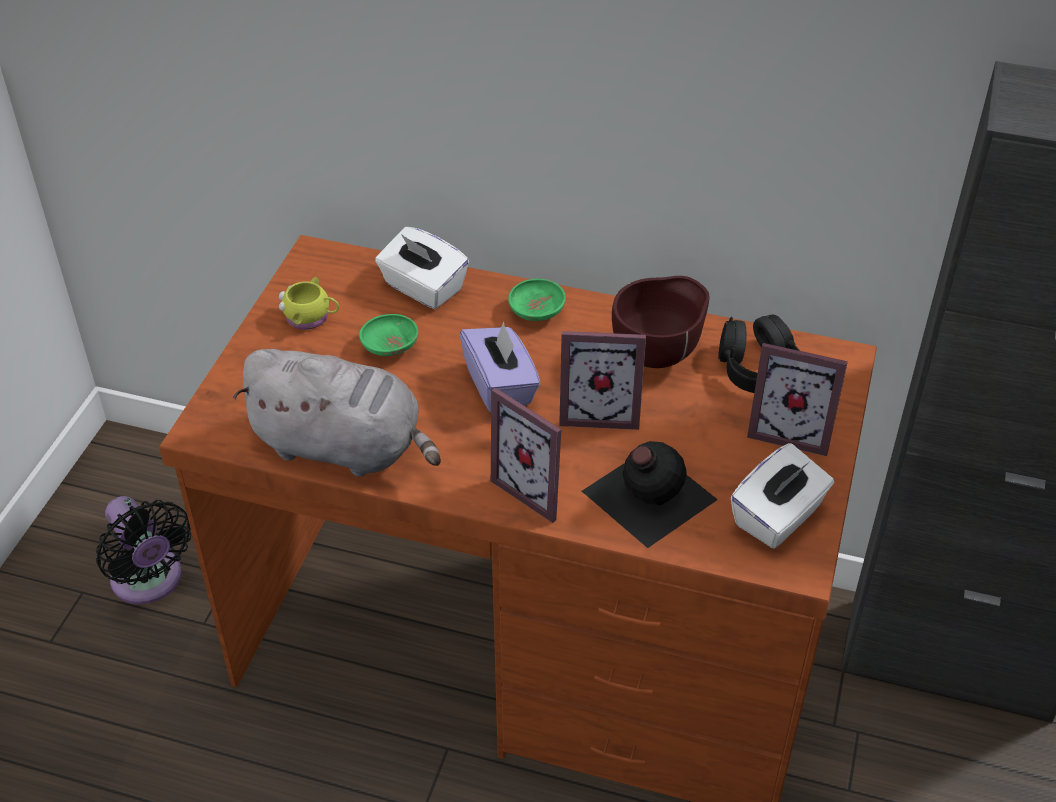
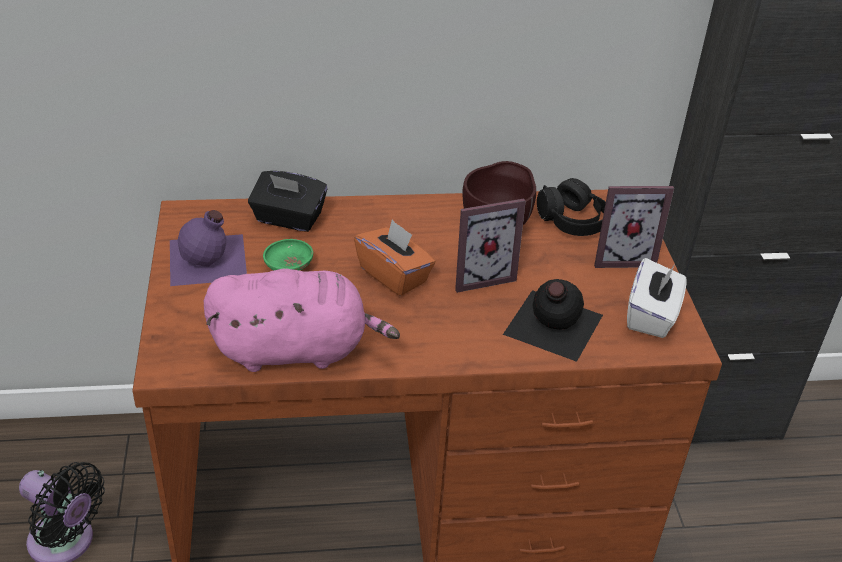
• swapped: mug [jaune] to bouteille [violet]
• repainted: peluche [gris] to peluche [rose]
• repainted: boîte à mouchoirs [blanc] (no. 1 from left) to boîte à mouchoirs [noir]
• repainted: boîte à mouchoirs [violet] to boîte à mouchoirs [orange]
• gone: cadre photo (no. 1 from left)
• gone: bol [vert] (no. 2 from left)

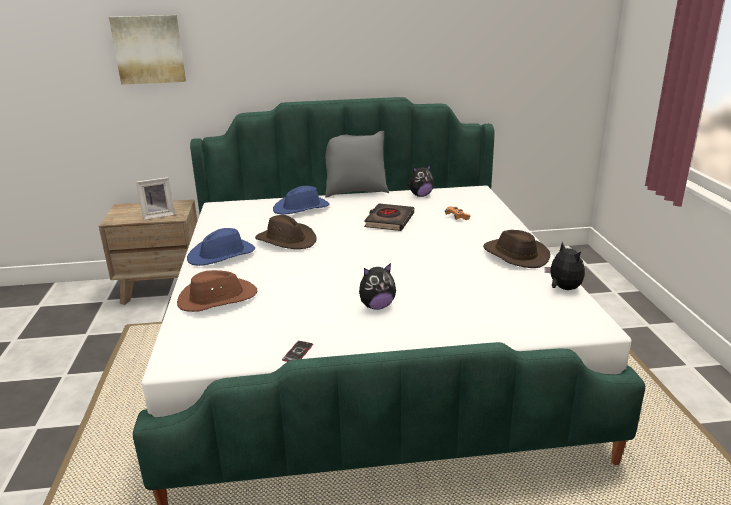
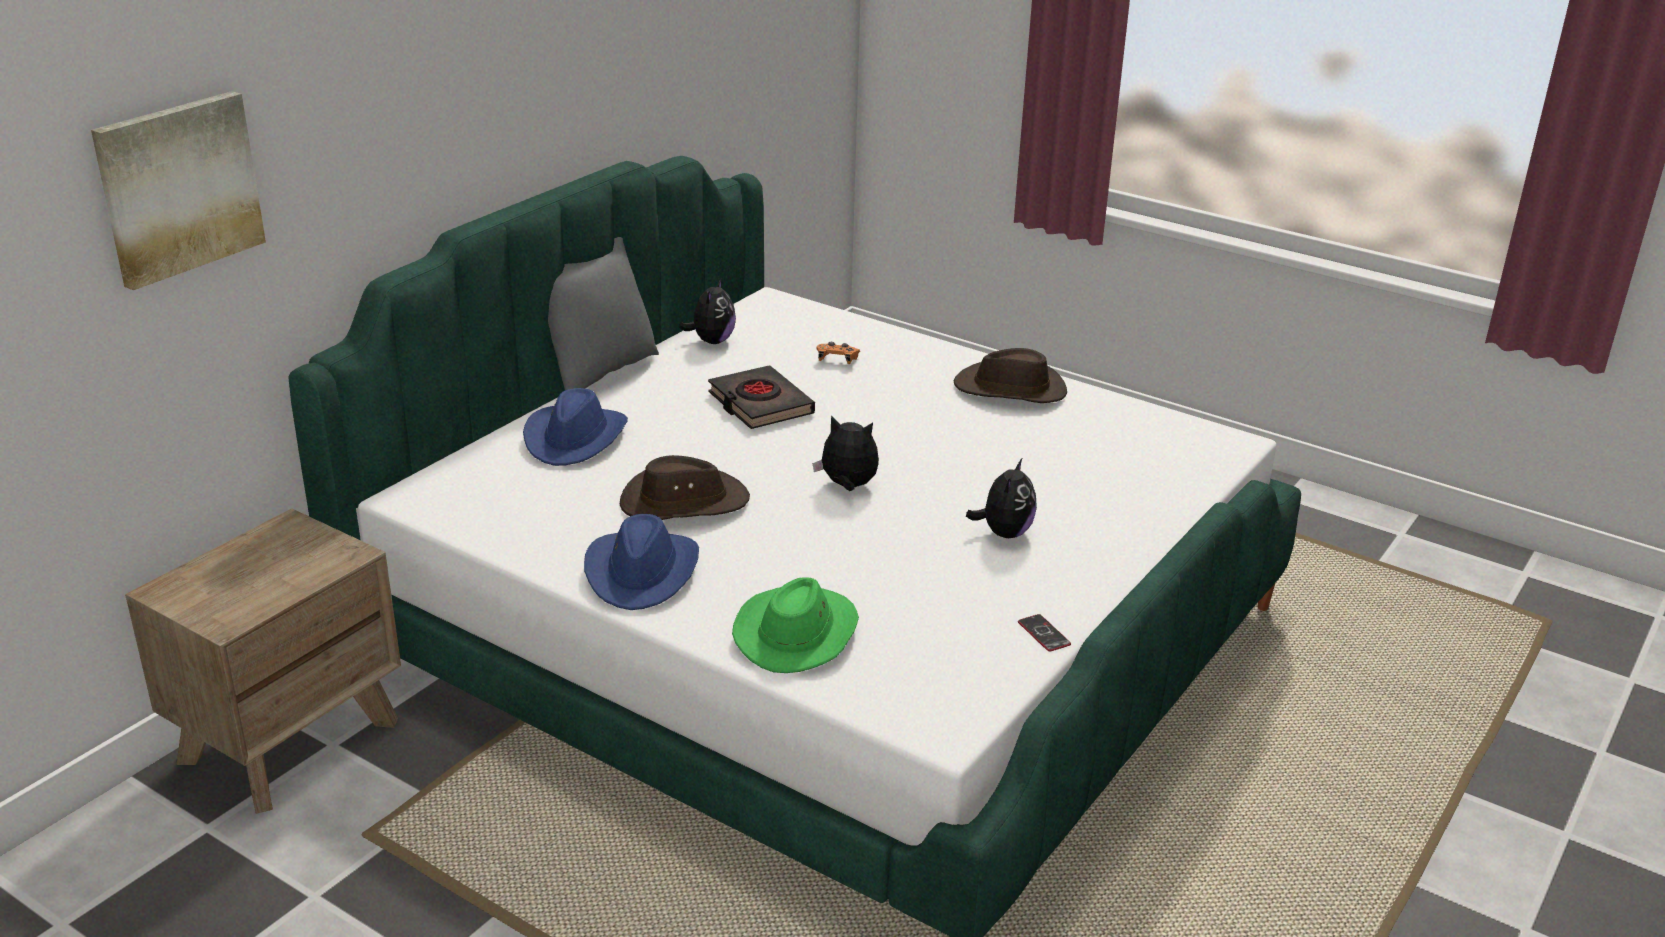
• repainted: chapeau [marron] (no. 1 from left) to chapeau [vert]
• shifted: peluche (no. 3 from left in the first image) to peluche (no. 2 from left)
• gone: cadre photo

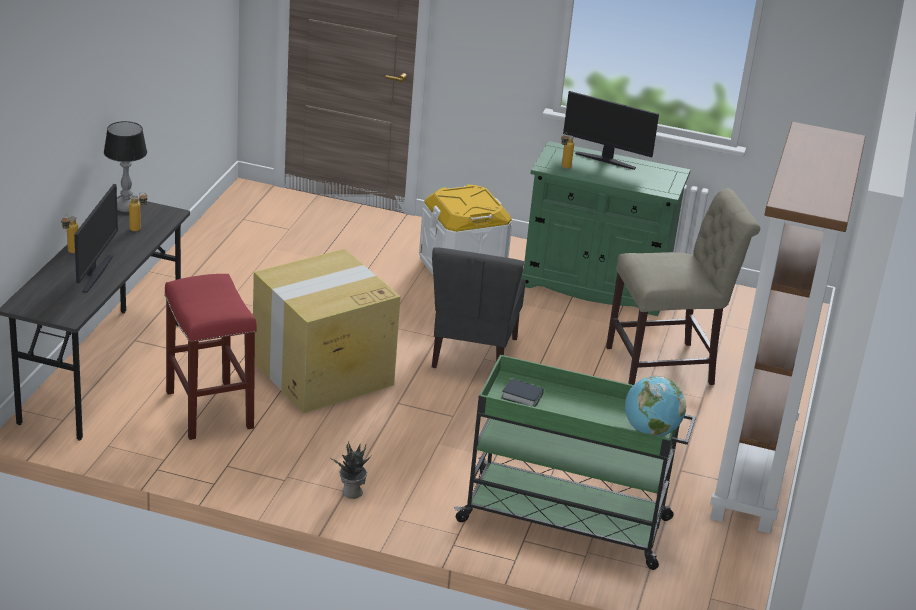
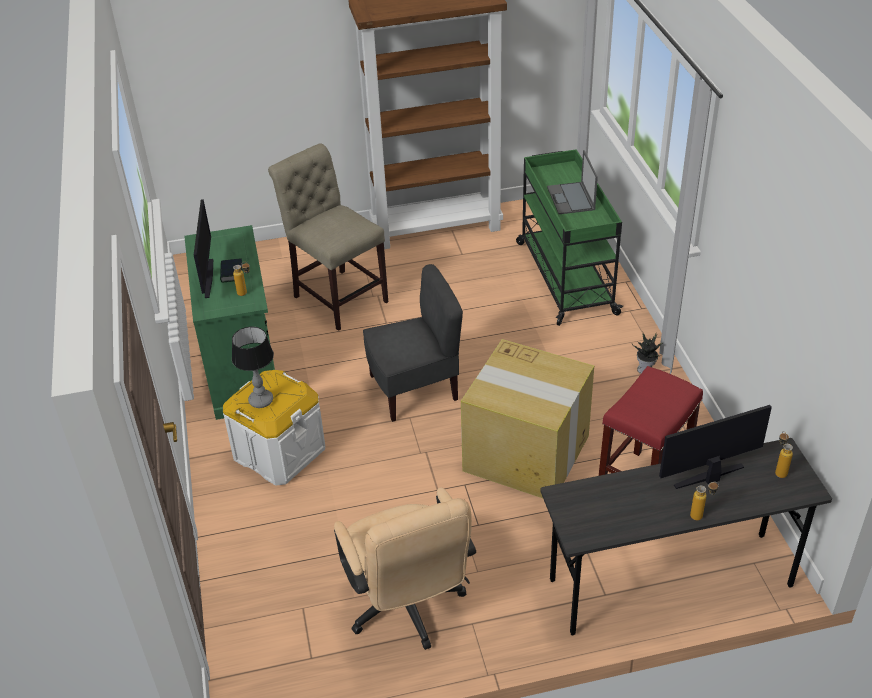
• shifted: livre
• shifted: lampe de table
• new: chaise de bureau [beige]
• new: ordinateur portable
• shifted: bouteille (no. 2 from left in the first image) to bouteille (no. 3 from left)
• gone: globe

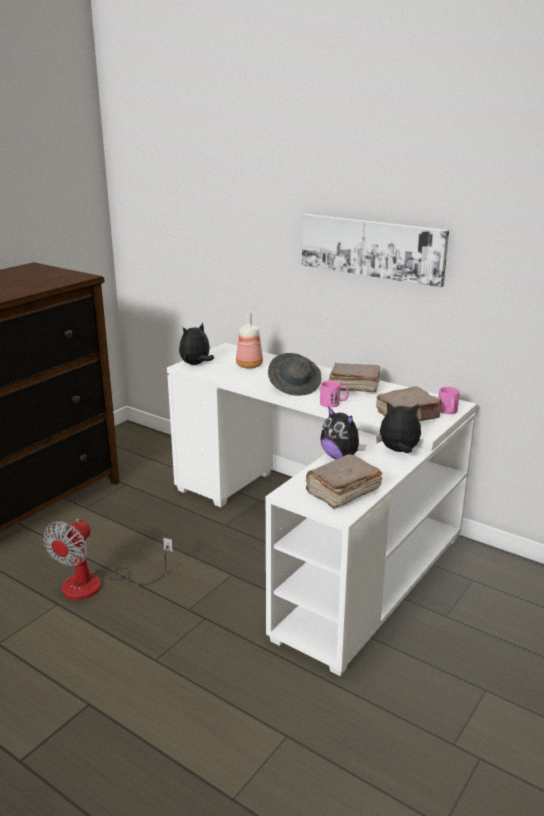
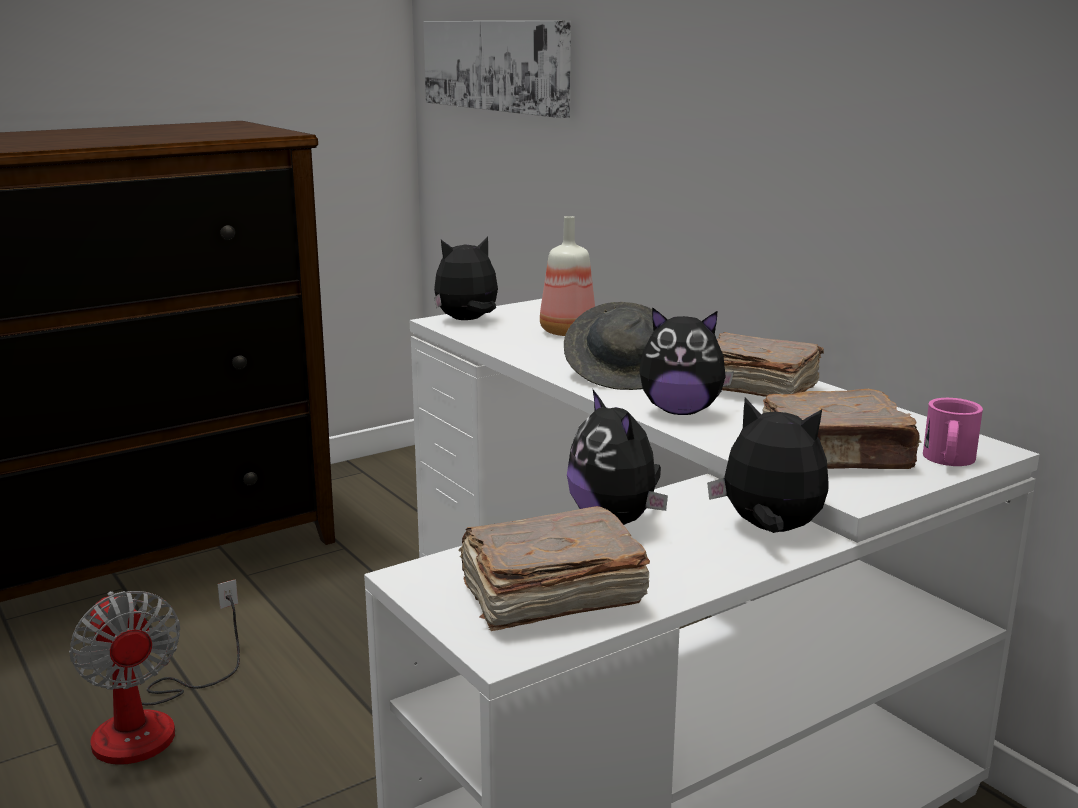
• rotated: ventilateur 75 degrees counterclockwise
• shifted: tableau
• swapped: mug [rose] (no. 1 from left) to peluche (no. 3 from left)

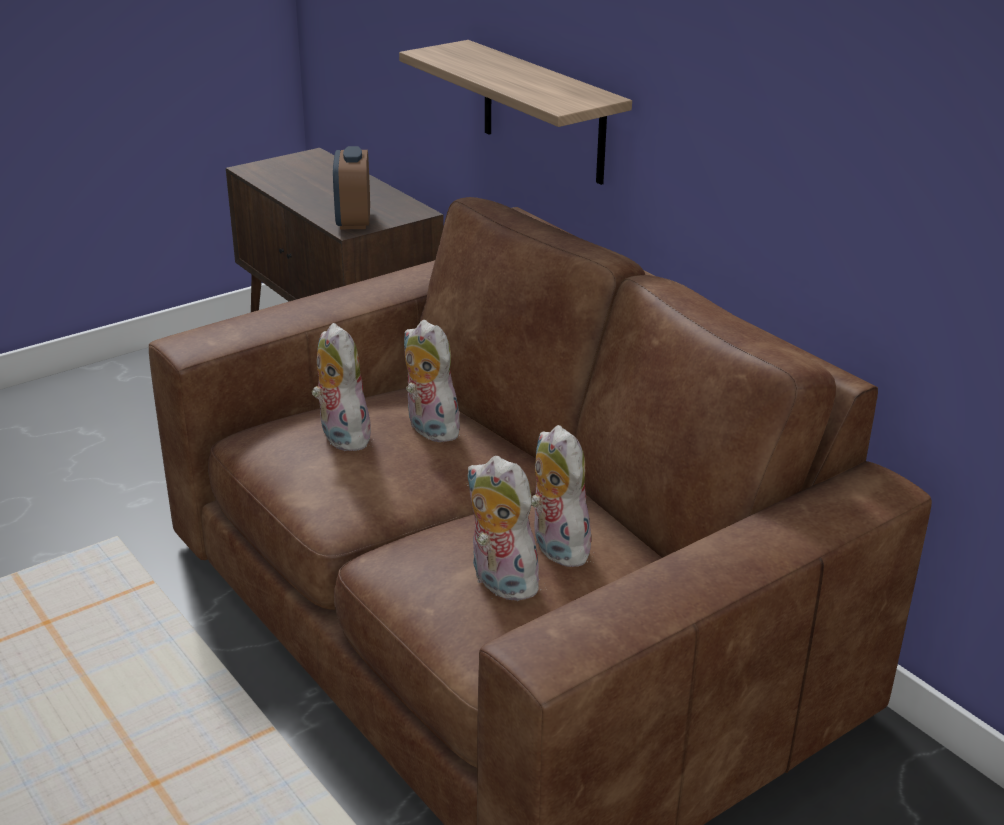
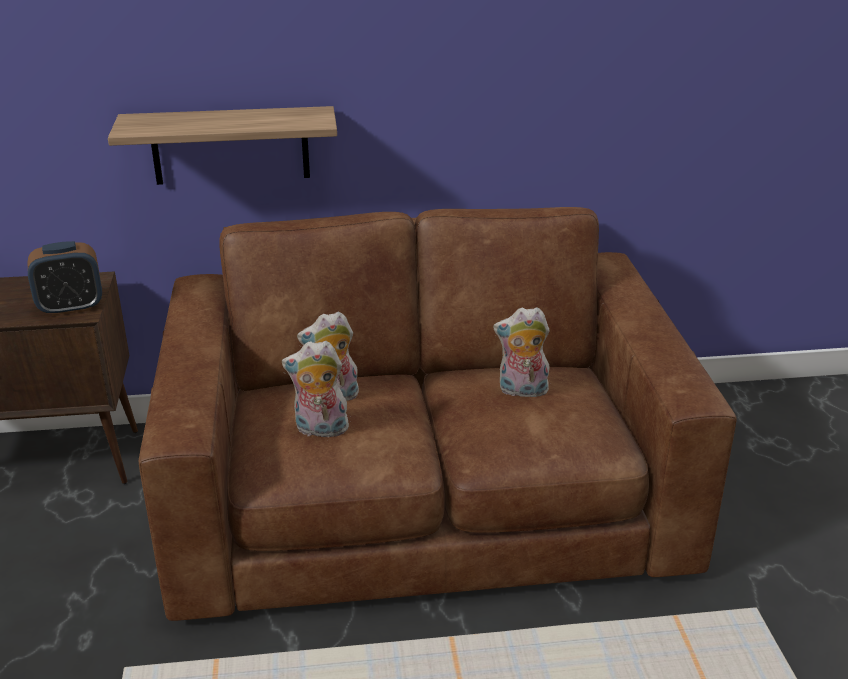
• rotated: réveil 45 degrees counterclockwise
• gone: peluche (no. 3 from left)

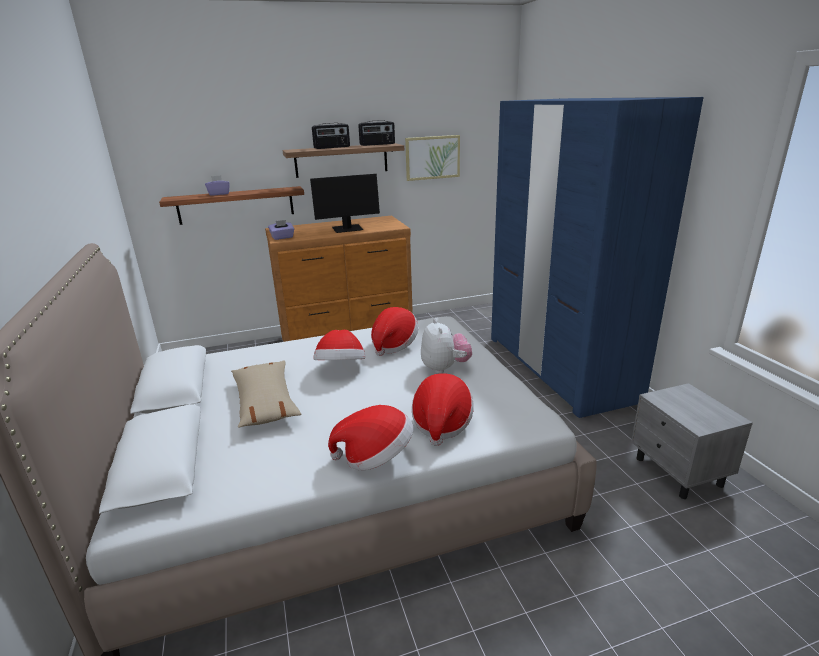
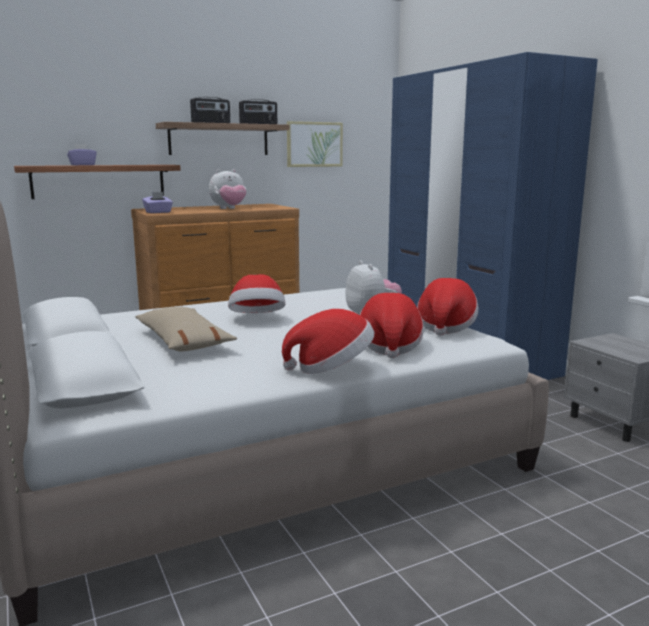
• swapped: écran d'ordinateur to peluche (no. 1 from left)
• shifted: chapeau (no. 3 from left in the first image) to chapeau (no. 4 from left)

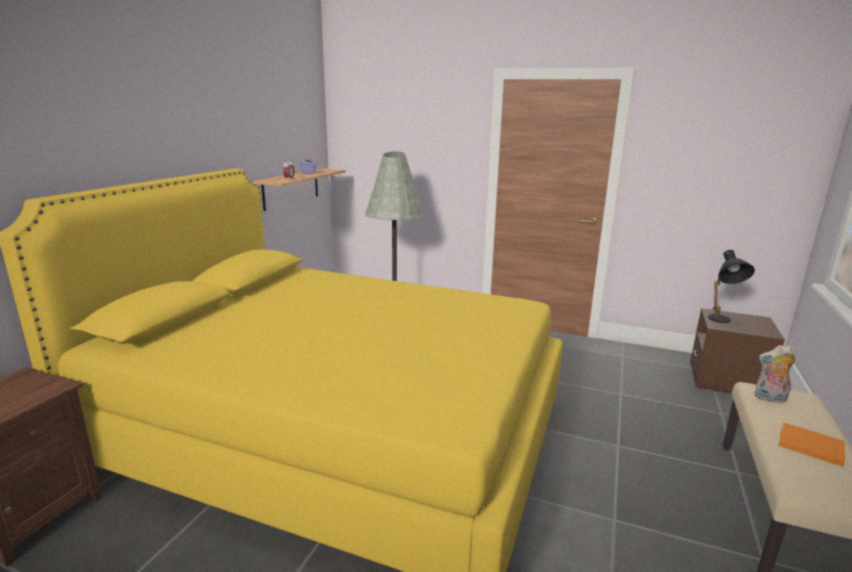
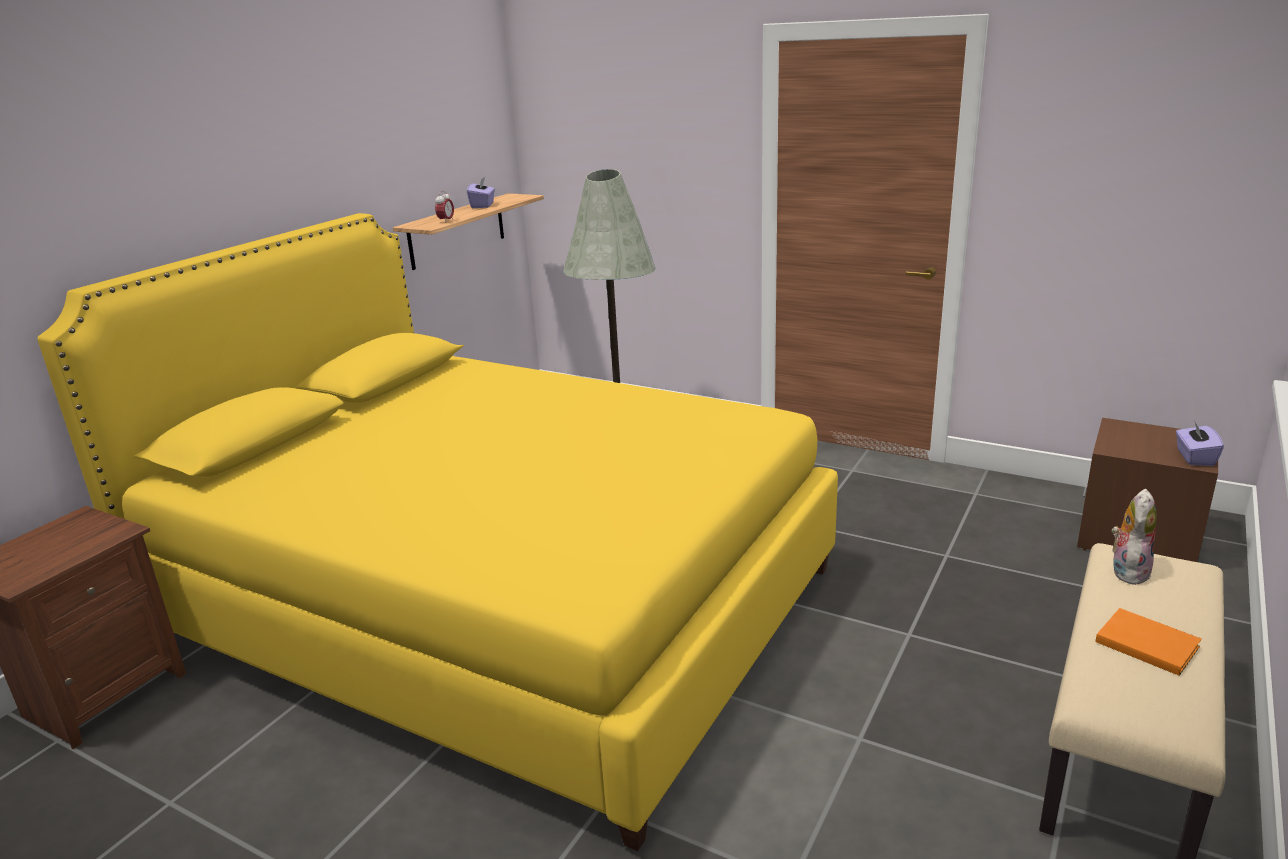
• rotated: peluche 105 degrees clockwise
• new: boîte à mouchoirs [violet] (no. 2 from left)
• gone: lampe de table [noir]

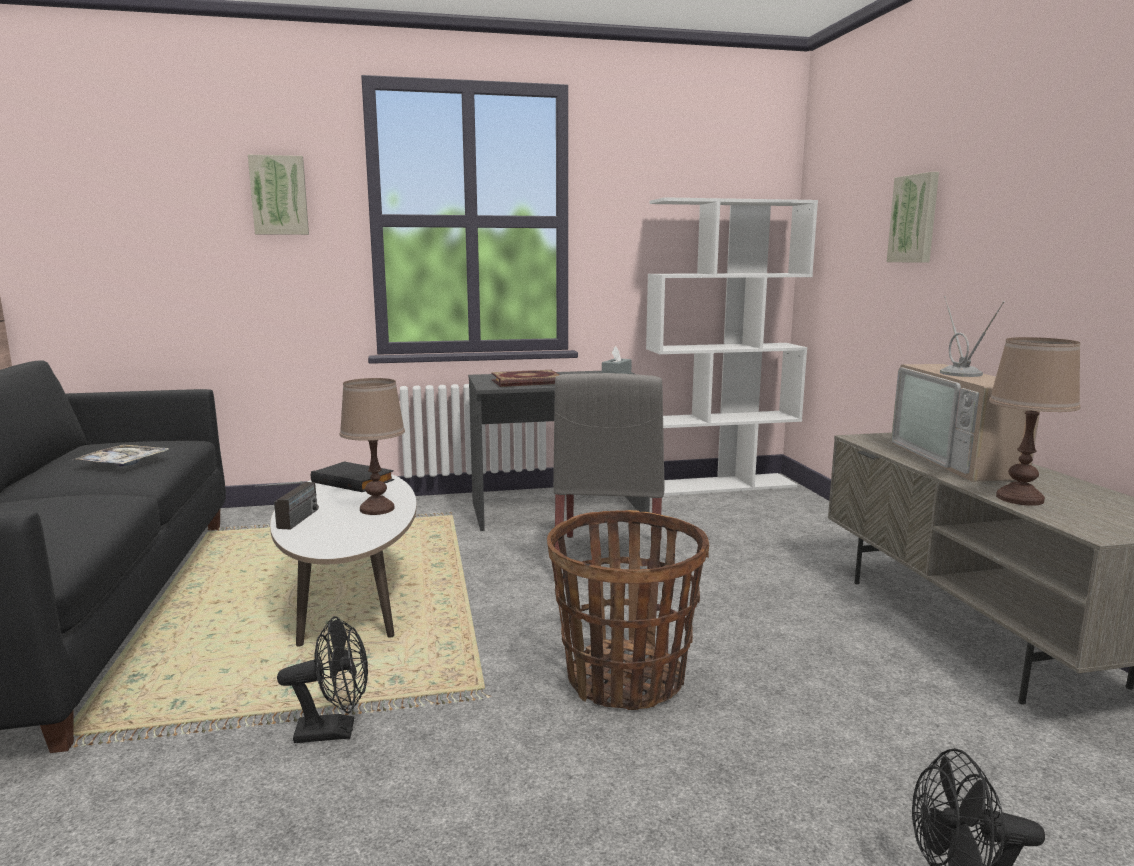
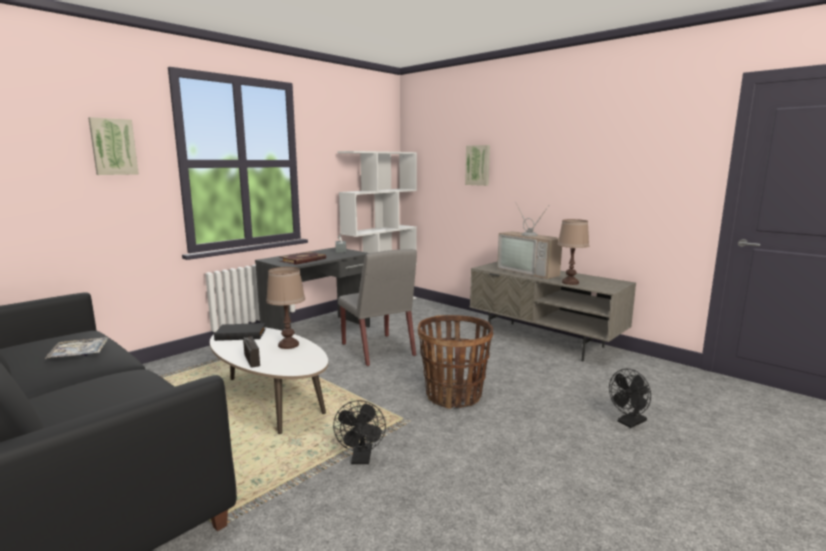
• rotated: ventilateur [noir] (no. 1 from left) 135 degrees clockwise

